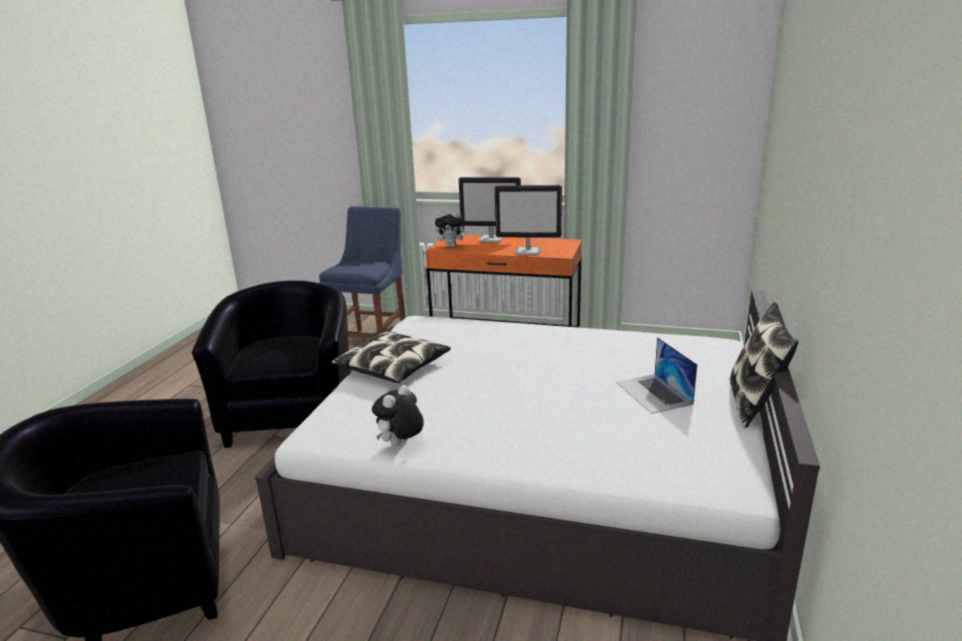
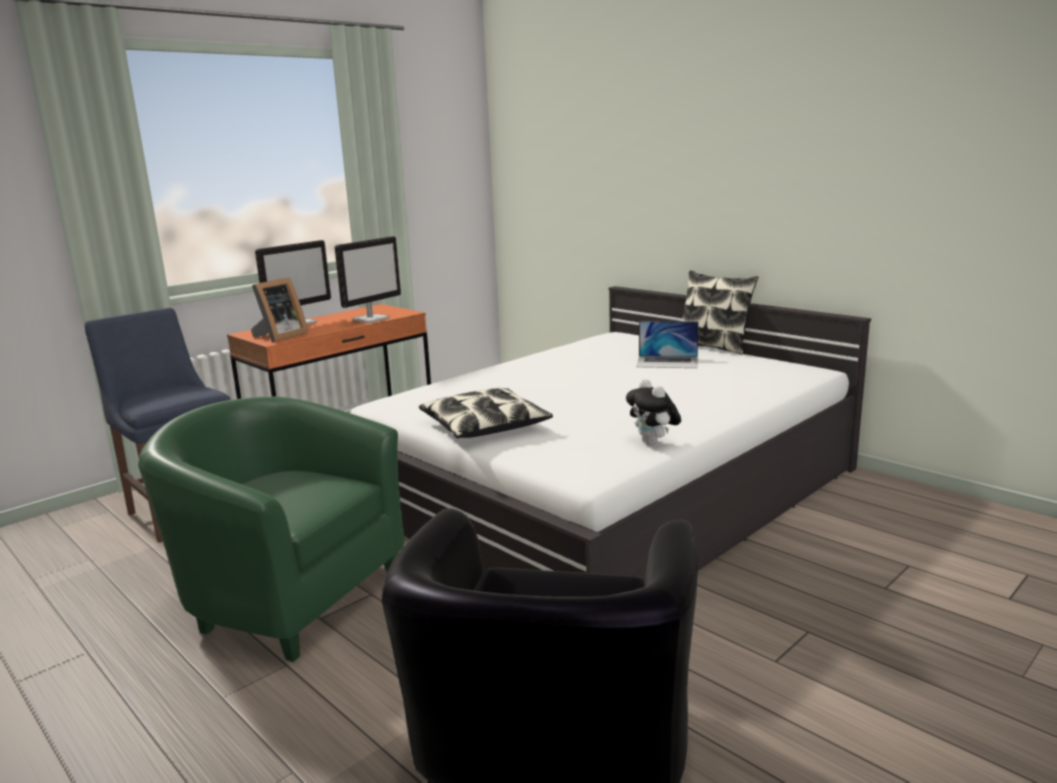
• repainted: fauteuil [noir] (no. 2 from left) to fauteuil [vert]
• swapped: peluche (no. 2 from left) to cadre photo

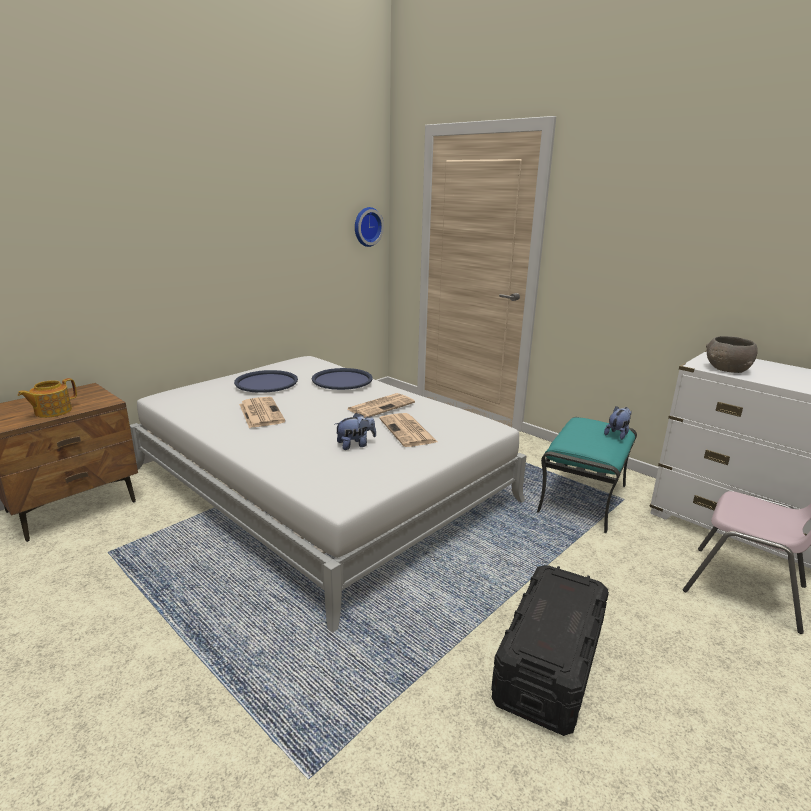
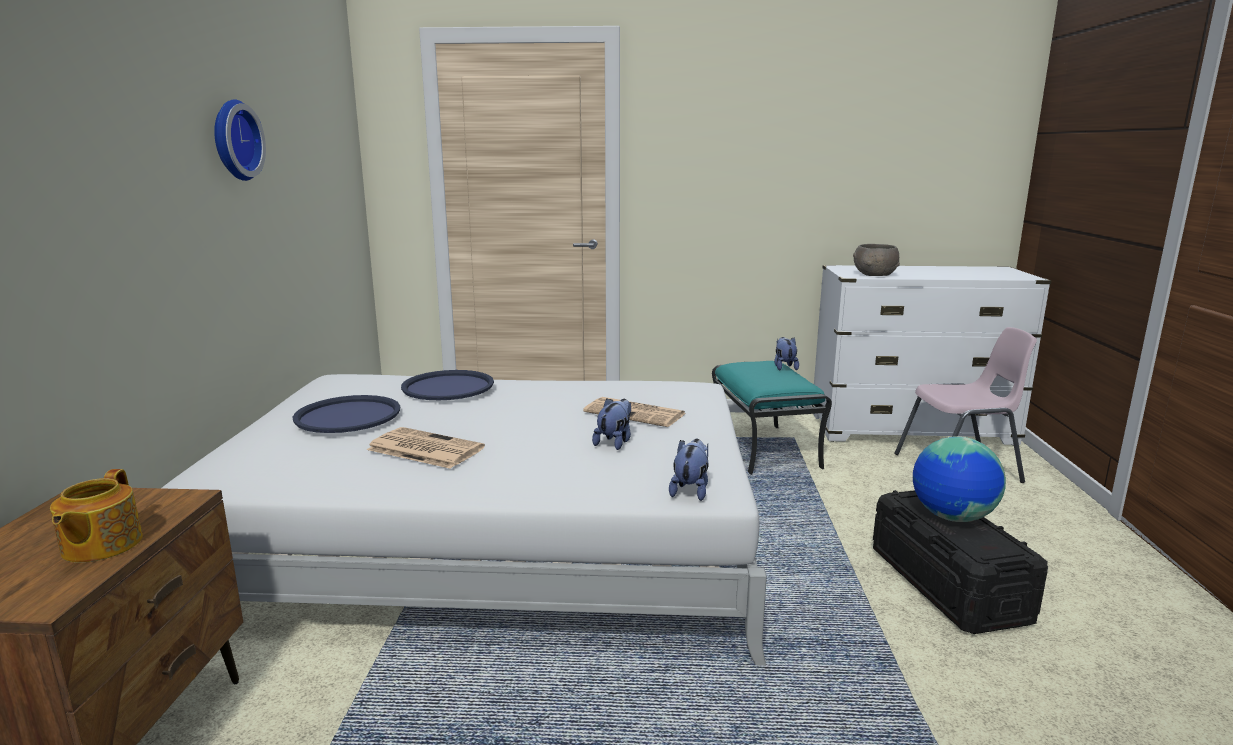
• shifted: horloge murale
• new: peluche (no. 2 from left)
• new: globe
• gone: journal (no. 2 from left)

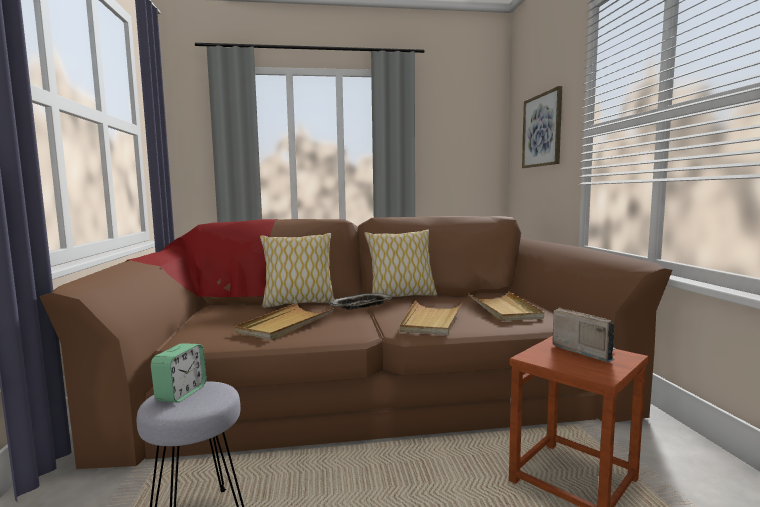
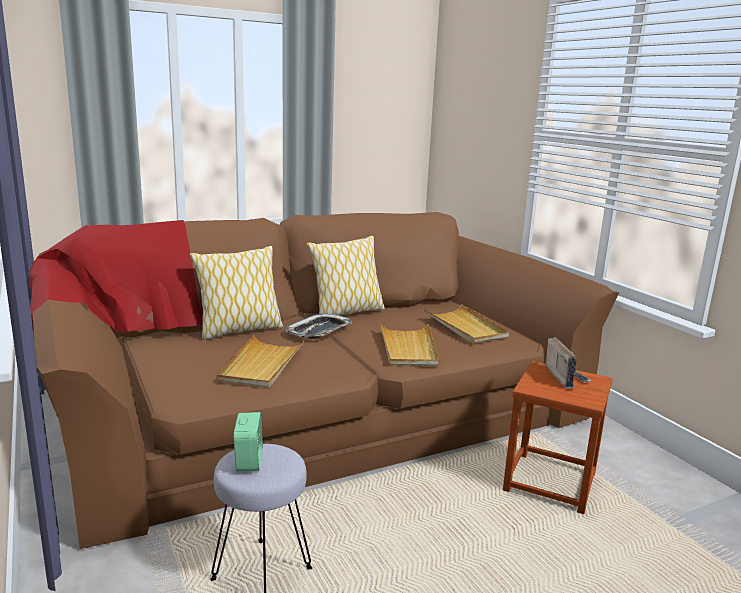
• rotated: radio 45 degrees clockwise
• gone: tableau

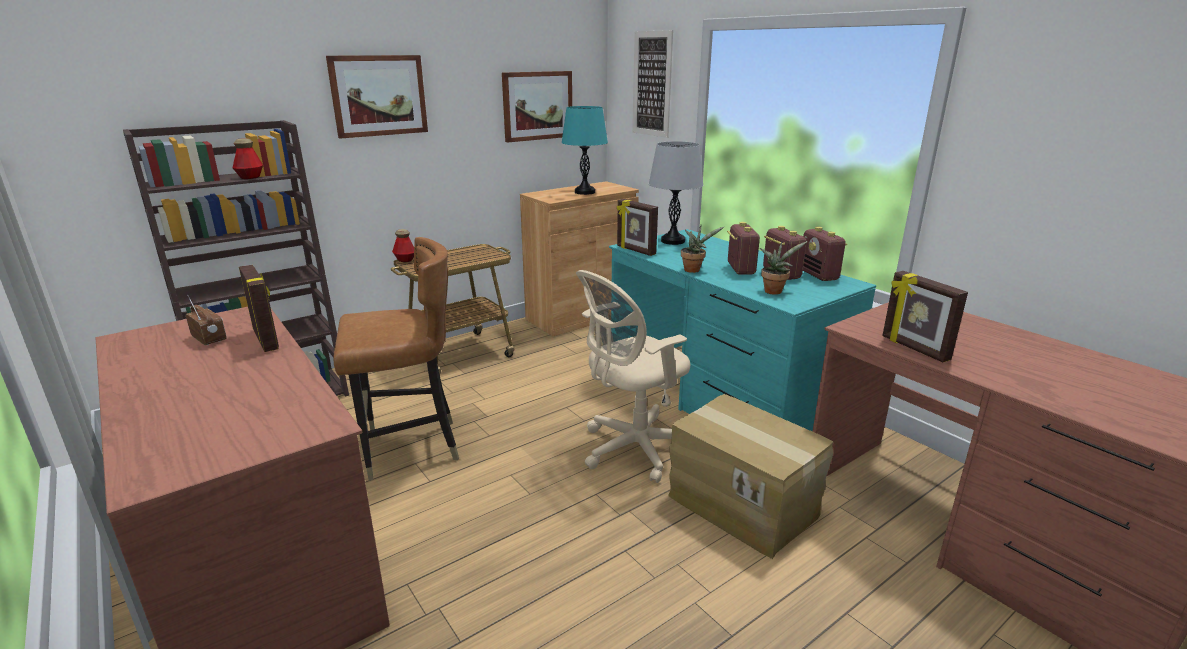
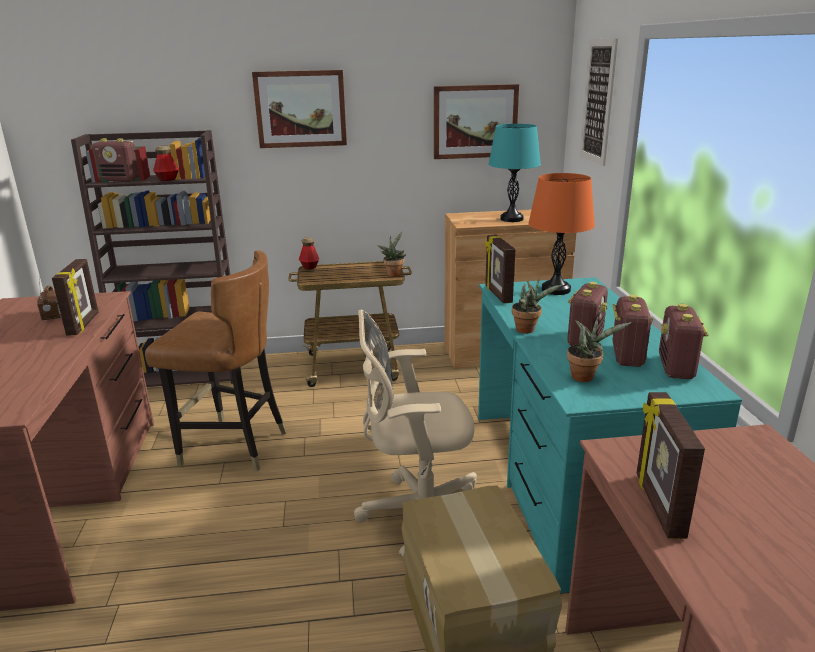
• new: radio (no. 2 from left)
• new: plante en pot (no. 1 from left)
• repainted: lampe de table [gris] to lampe de table [orange]

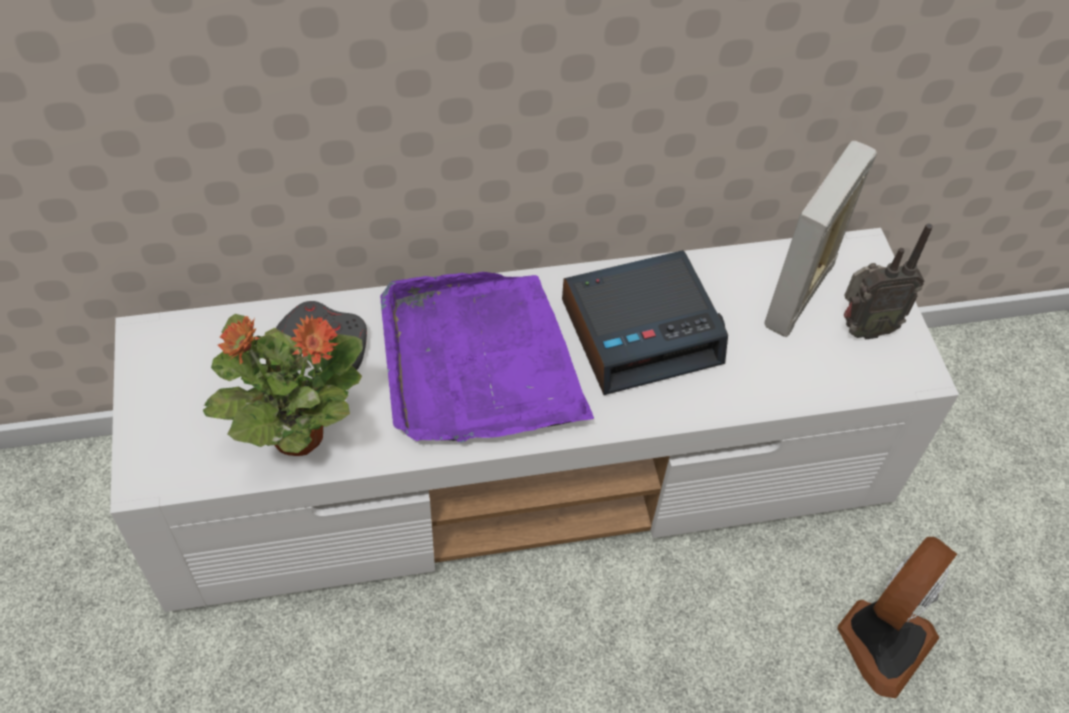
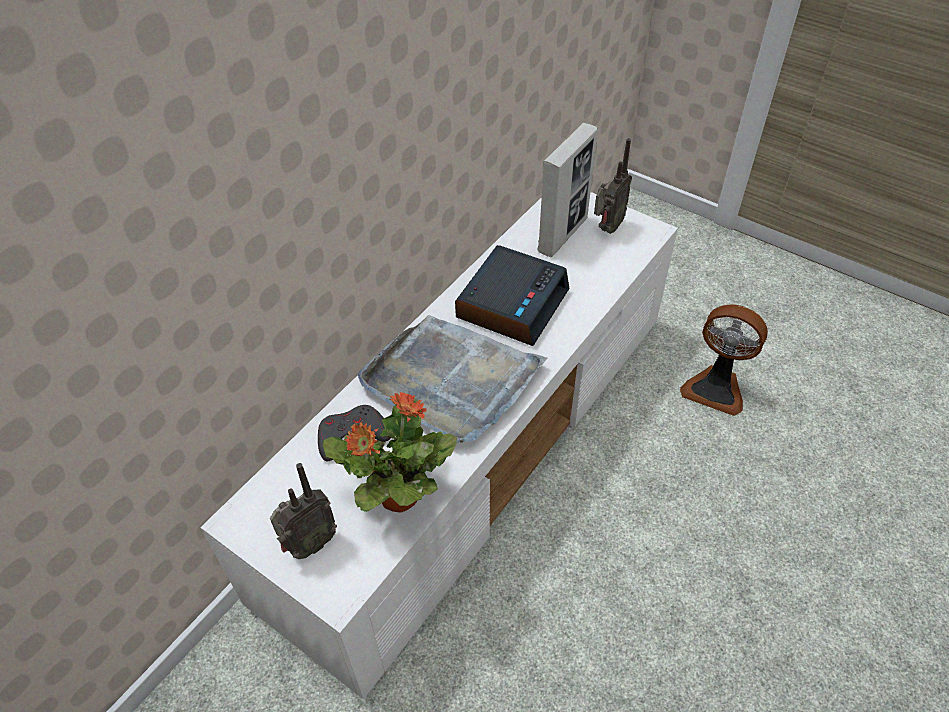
• new: radio (no. 1 from left)
• repainted: plateau [violet] to plateau [gris]
• rotated: cadre photo 135 degrees counterclockwise
• rotated: ventilateur 120 degrees clockwise

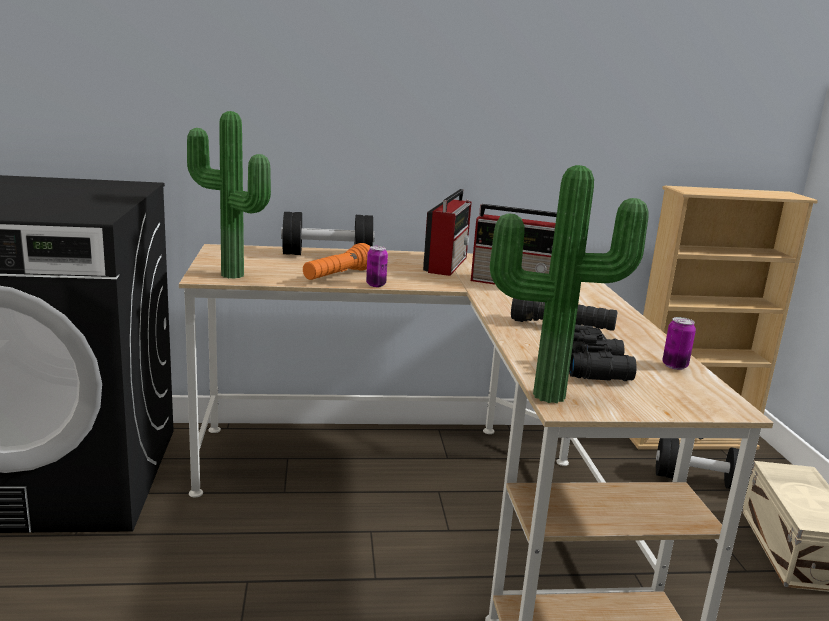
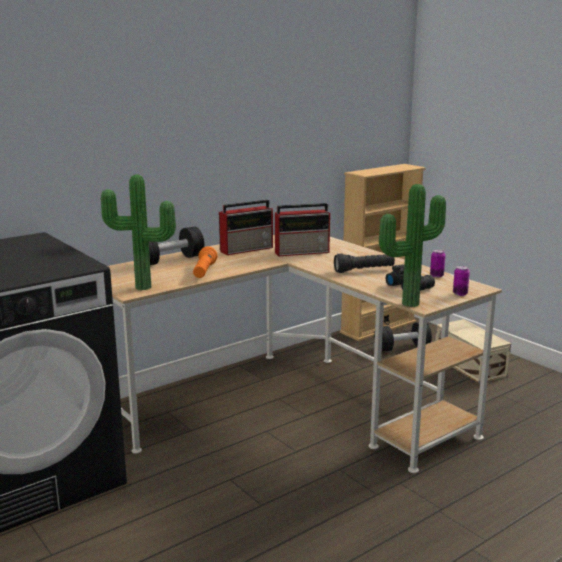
• rotated: radio (no. 1 from left) 75 degrees clockwise
• shifted: boîte métallique (no. 1 from left in the first image) to boîte métallique (no. 2 from left)

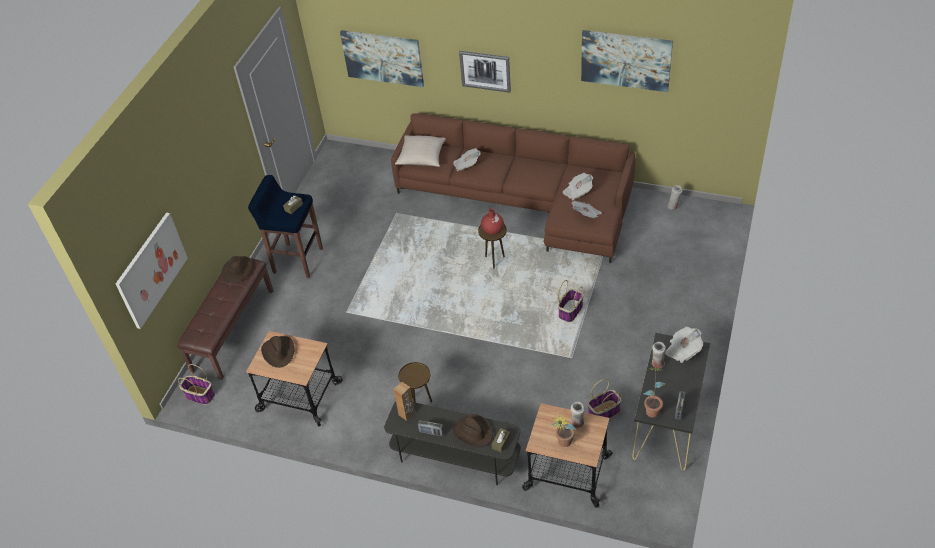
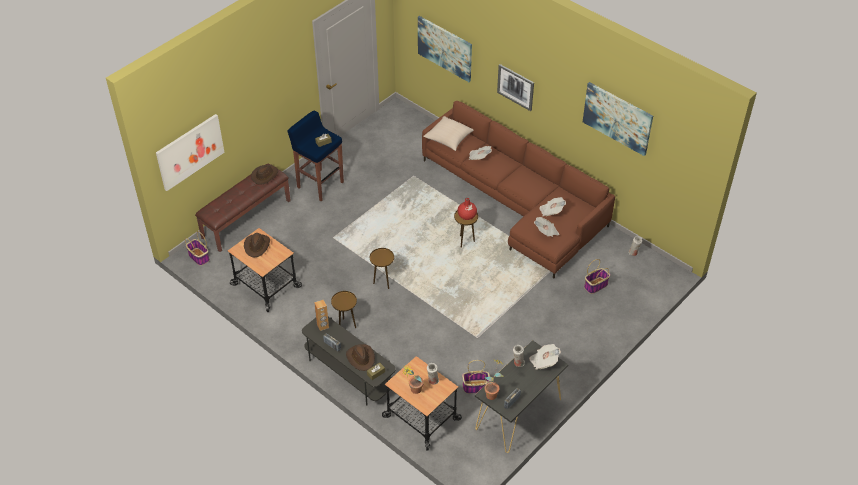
• new: table d'appoint [marron] (no. 2 from left)
• shifted: panier (no. 2 from left in the first image) to panier (no. 3 from left)

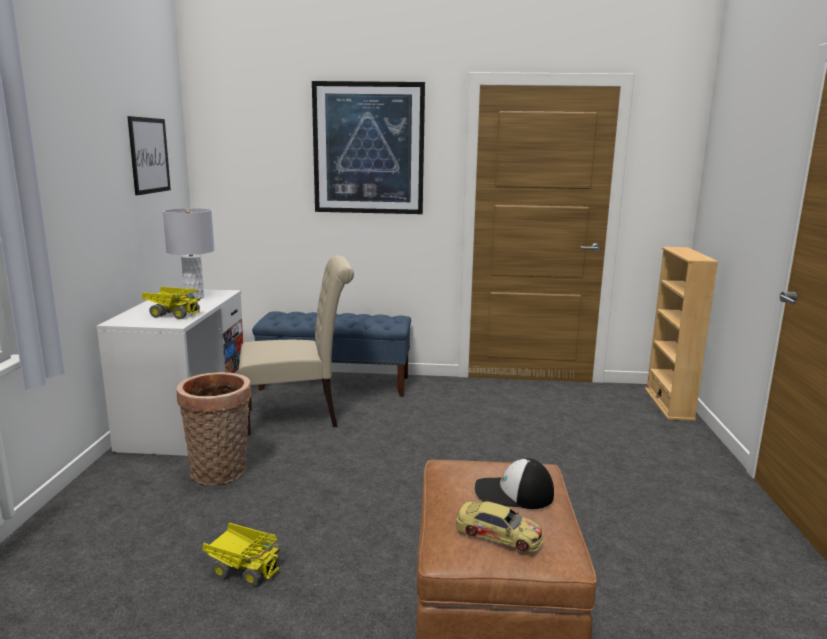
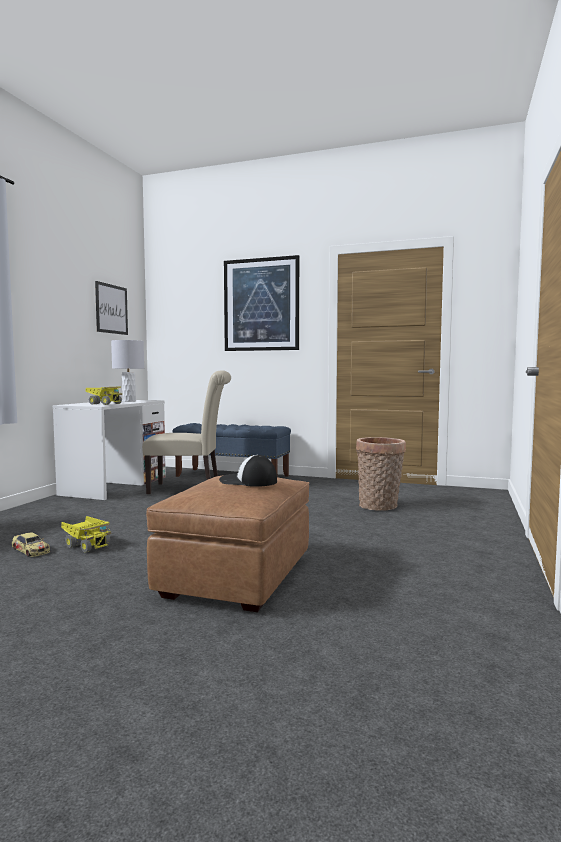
• shifted: petite voiture
• shifted: panier
• gone: bibliothèque [beige]

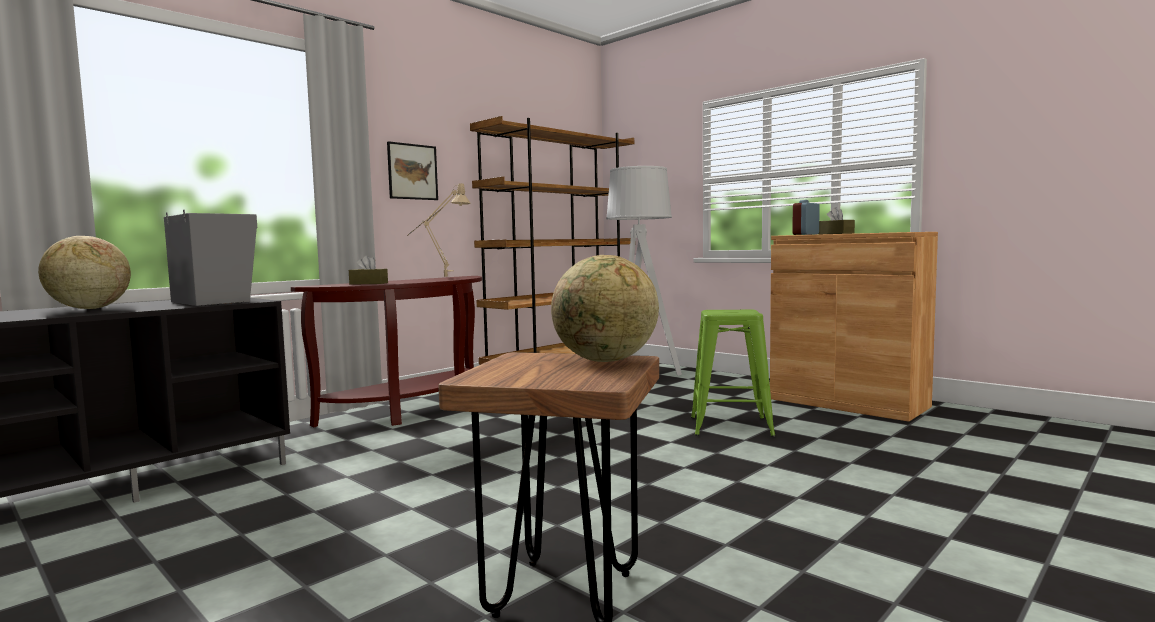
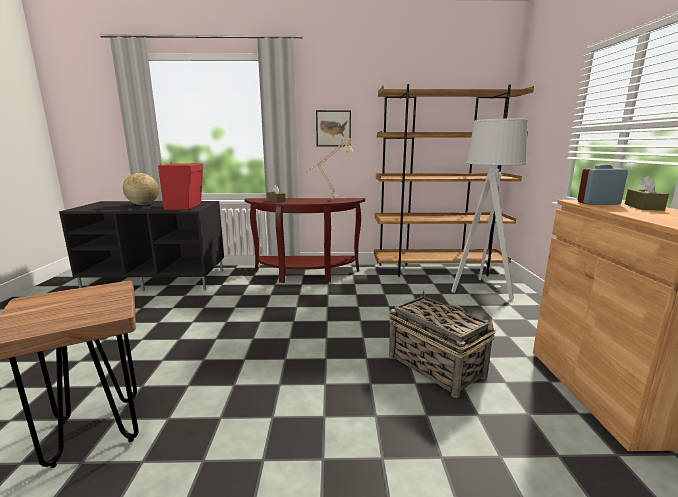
• repainted: enceinte [gris] to enceinte [rouge]
• swapped: tabouret [vert] to panier
• gone: globe (no. 2 from left)

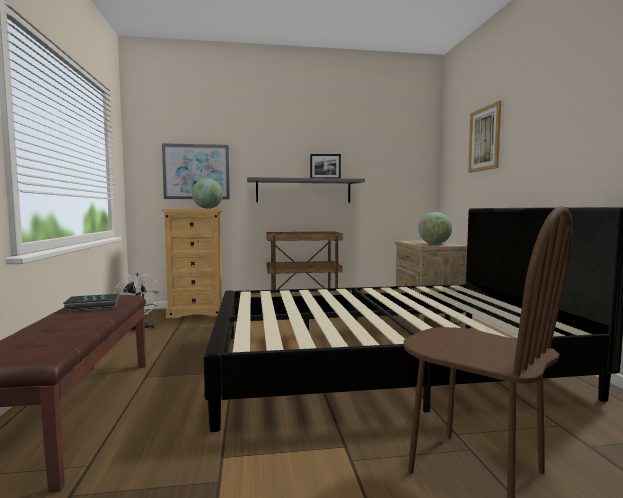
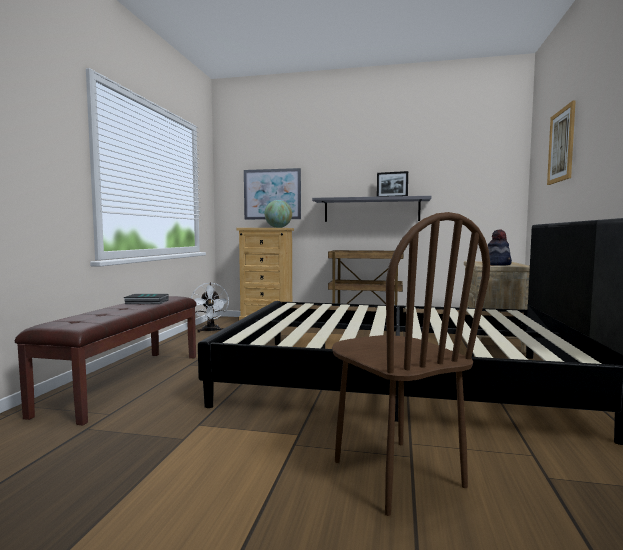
• swapped: globe (no. 2 from left) to chapeau

